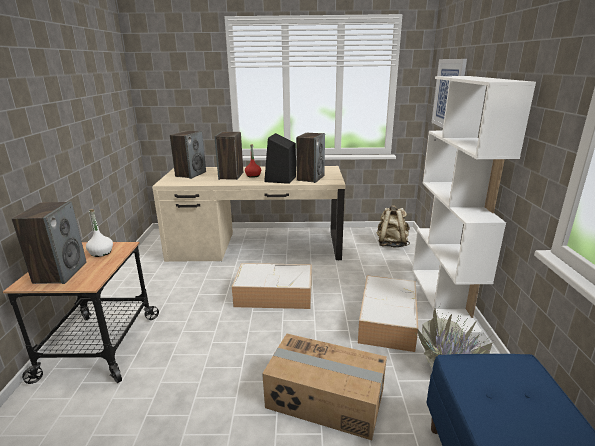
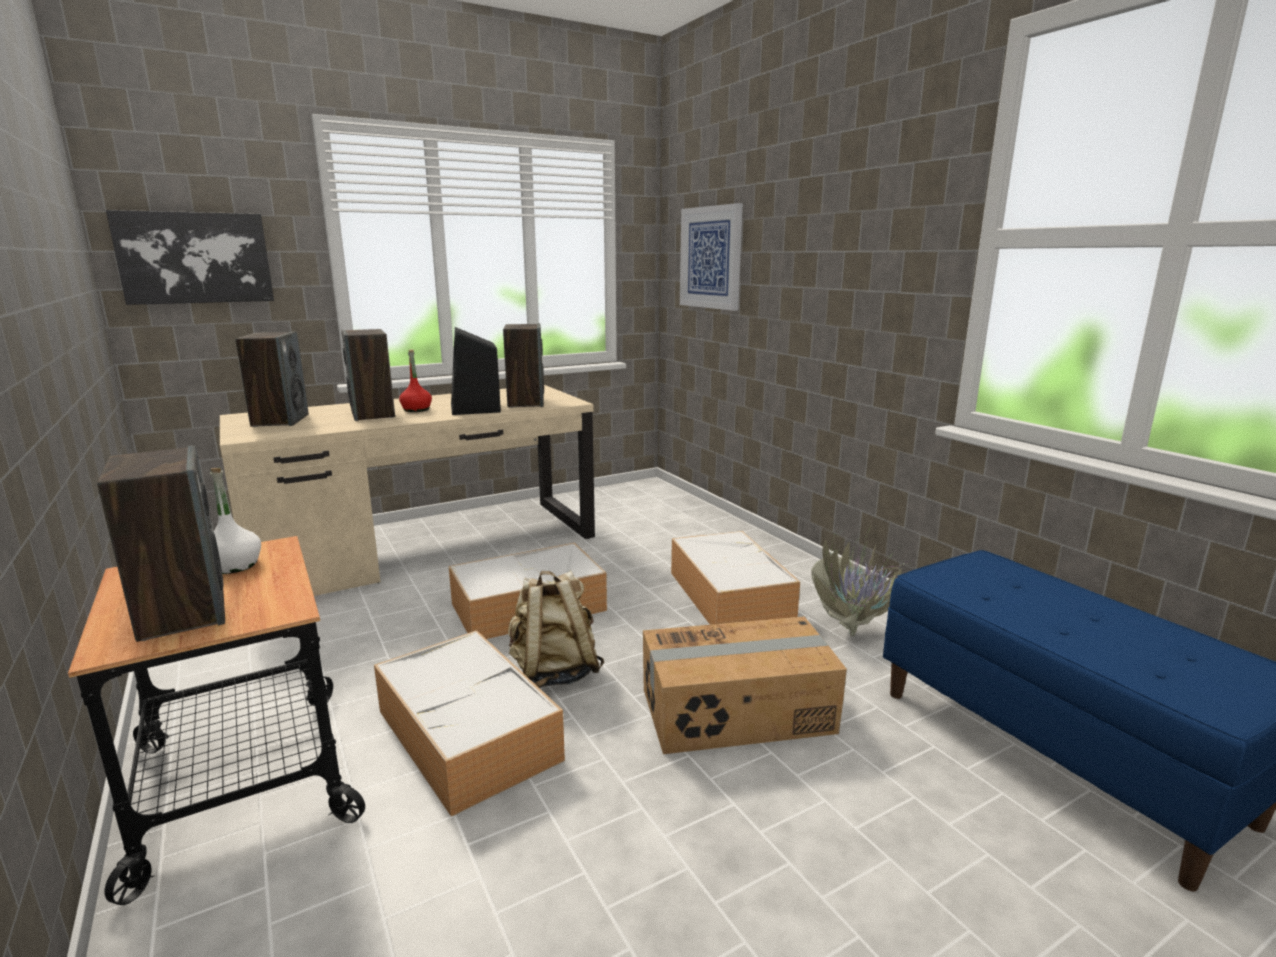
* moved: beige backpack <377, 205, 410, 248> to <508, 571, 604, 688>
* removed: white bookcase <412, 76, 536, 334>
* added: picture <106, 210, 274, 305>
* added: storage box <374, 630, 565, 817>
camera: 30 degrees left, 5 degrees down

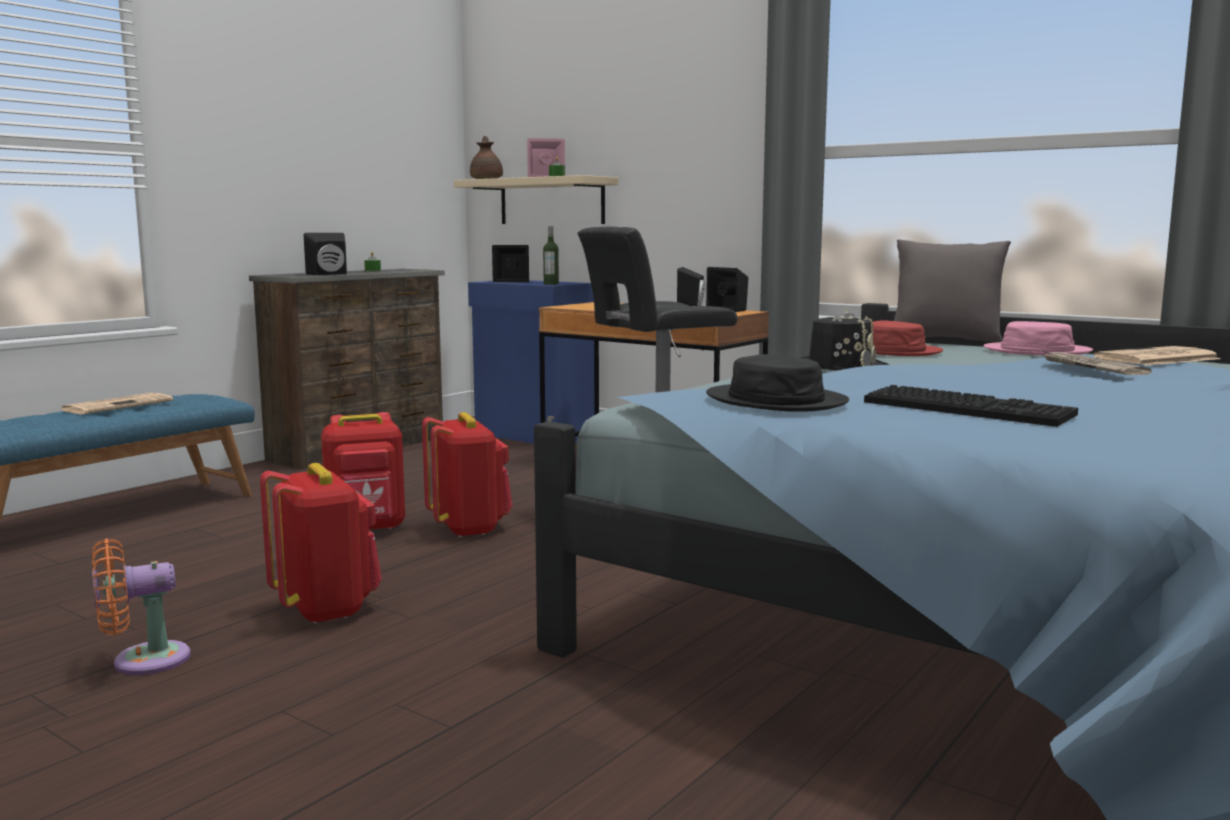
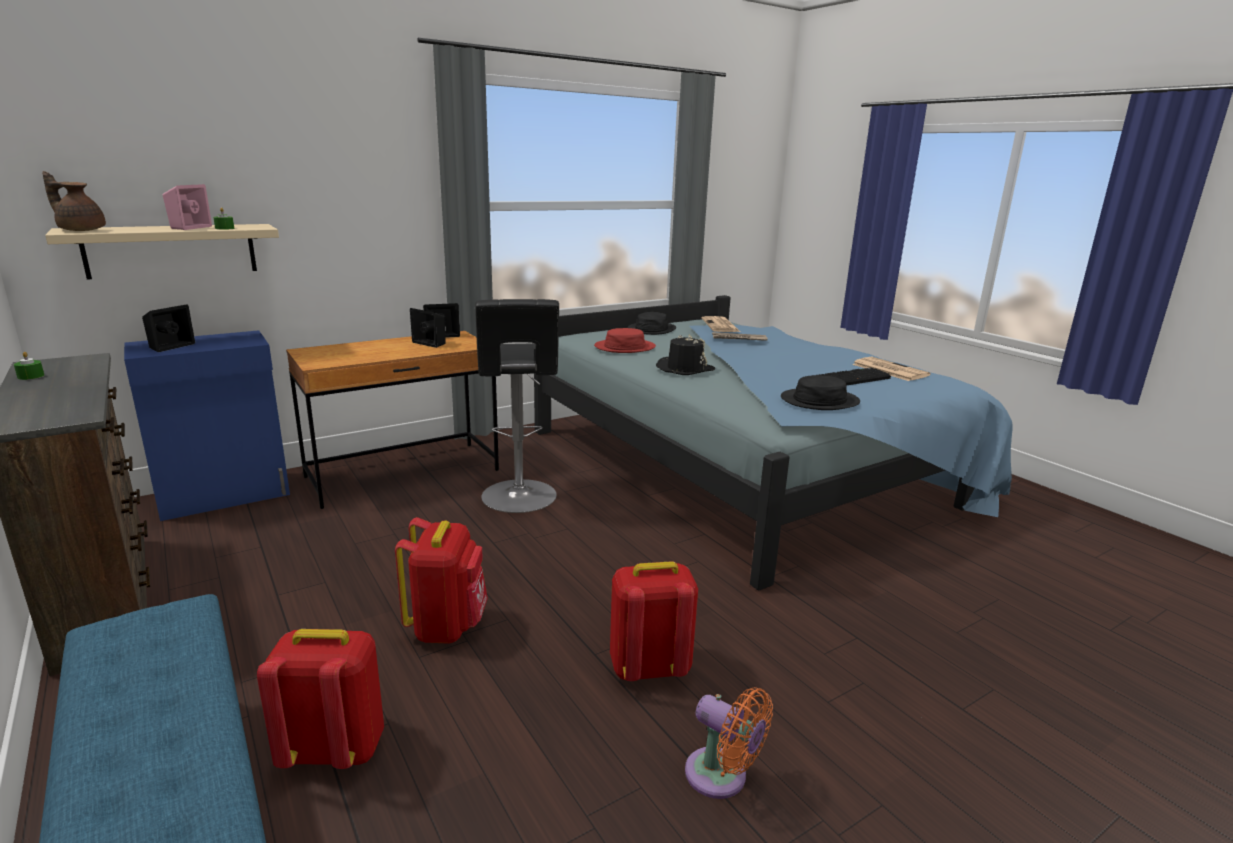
* moved: newspaper <61, 393, 173, 415> to <852, 357, 931, 381>
* turned: orange fan <92, 538, 191, 675> = <685, 687, 773, 799> 45 degrees counterclockwise
* removed: black speaker <304, 233, 347, 275>
* moved: red backpack <422, 412, 513, 538> to <257, 629, 384, 769>
* removed: bottle <543, 226, 559, 285>
* removed: grey pillow <894, 240, 1011, 343>
* recoloured: pink hat <983, 321, 1093, 355> to black hat <627, 312, 676, 335>
camera: 70 degrees left, 10 degrees up

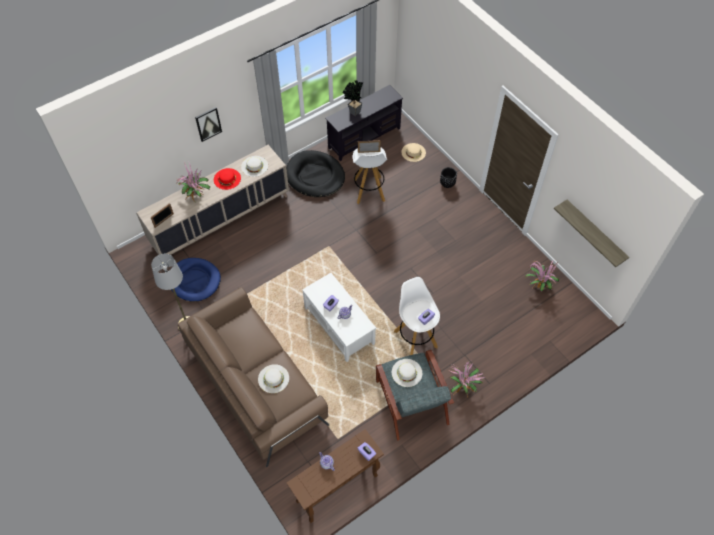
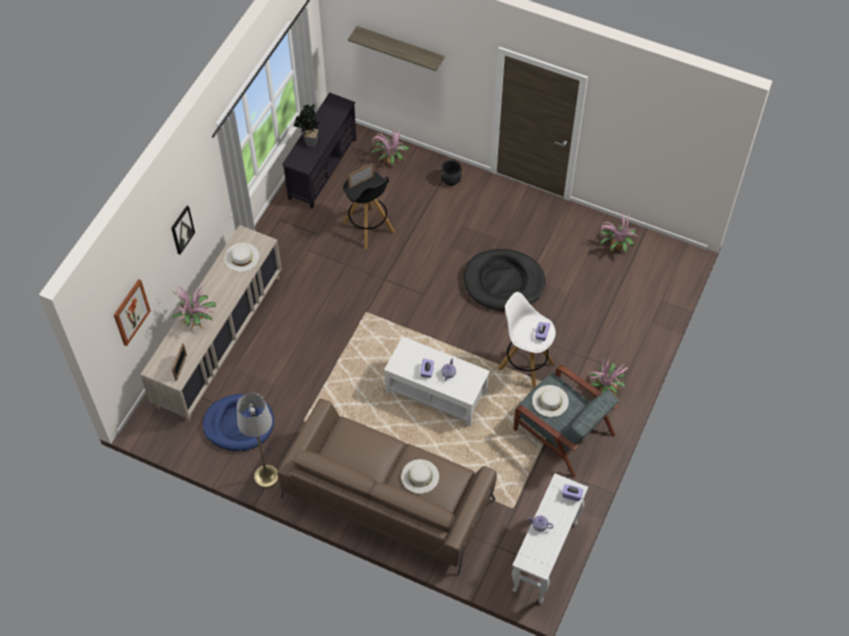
* removed: red hat <214, 168, 241, 190>
* moved: black dog bed <286, 150, 345, 197> to <463, 249, 545, 311>
* recoloured: brown console table <287, 429, 384, 523> to white console table <512, 473, 588, 604>
* recoloured: white stool <353, 148, 387, 204> to black stool <343, 172, 395, 249>
* replaced: beige hat <401, 143, 426, 162> to potted plant <371, 126, 409, 165>
* moved: shelf <554, 200, 629, 267> to <348, 26, 445, 71>
* added: picture <114, 279, 151, 346>
camera: 30 degrees left, 0 degrees up

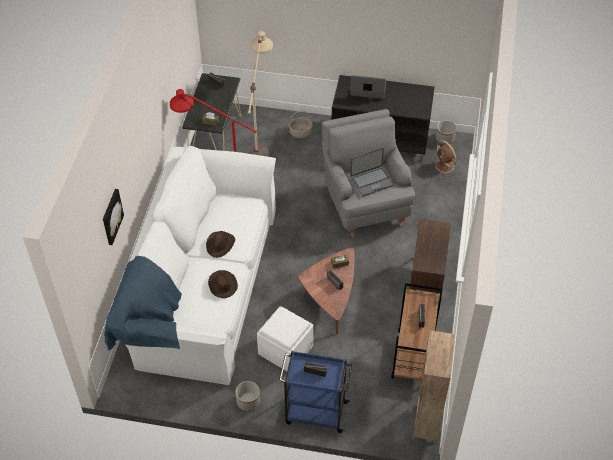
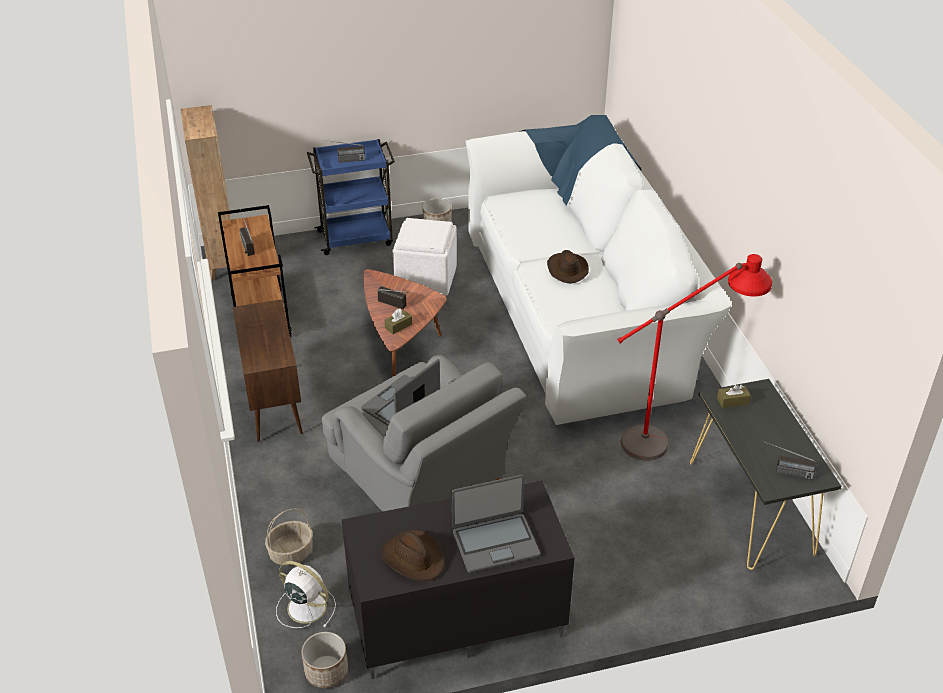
* removed: picture <103, 189, 124, 245>
* moved: brown hat <208, 270, 238, 298> to <381, 530, 444, 581>
* removed: beige floor lamp <245, 31, 273, 157>
* moved: basket <289, 110, 313, 138> to <265, 508, 313, 566>
* recoloured: brown fan <431, 140, 460, 177> to white fan <276, 561, 336, 628>
camera: 155 degrees right, 10 degrees down

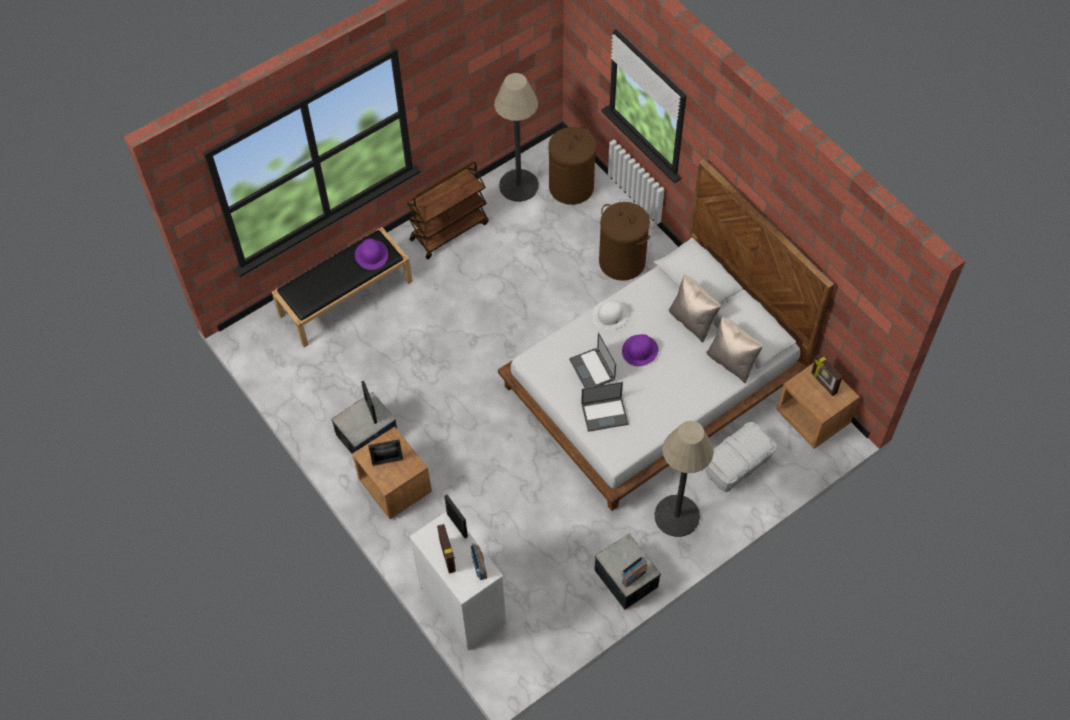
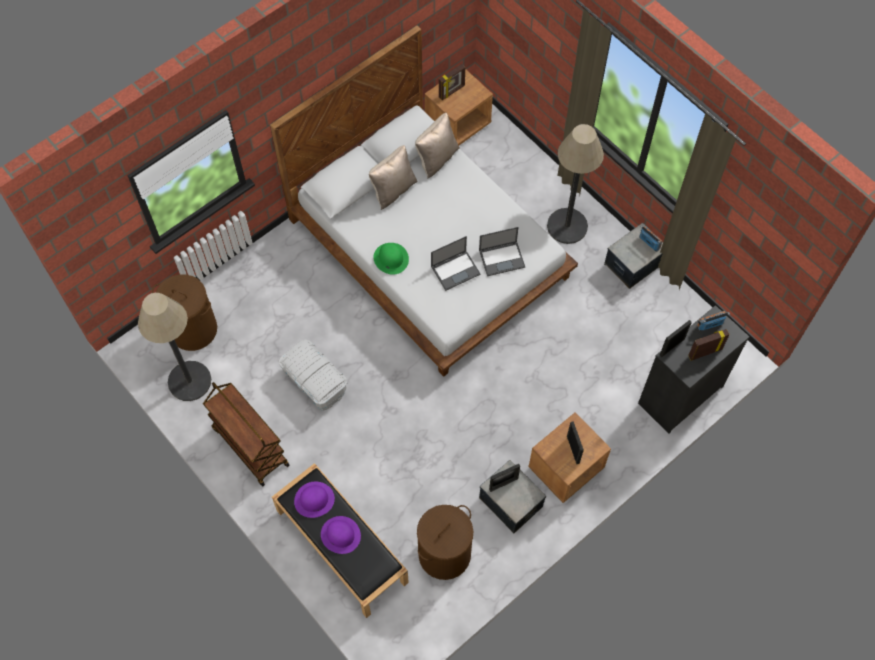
* recoloured: white dresser <409, 512, 506, 650> to black dresser <638, 305, 749, 434>
* turned: laptop <581, 382, 629, 432> = <479, 227, 525, 276> 90 degrees clockwise
* recoloured: white hat <592, 300, 629, 330> to green hat <373, 243, 409, 275>
* moved: brown laundry basket <599, 202, 650, 281> to <417, 505, 473, 580>
* moved: purple hat <622, 334, 658, 366> to <321, 516, 361, 554>
* moved: white storage box <705, 422, 777, 492> to <279, 339, 347, 411>
camera: 95 degrees left, 5 degrees up

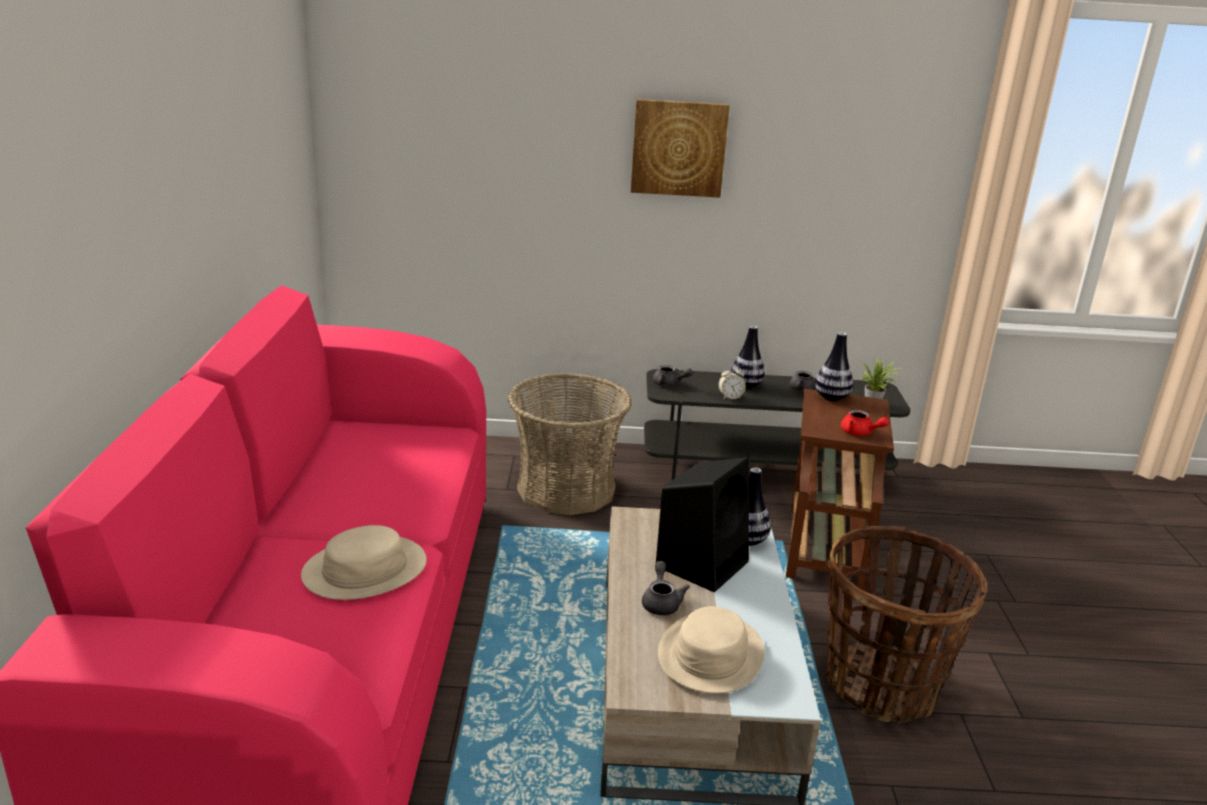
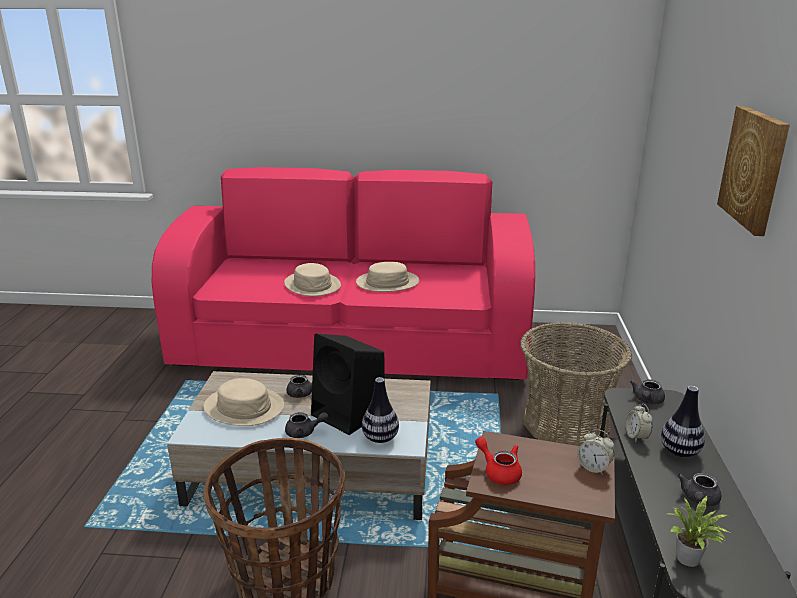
* replaced: vase <815, 332, 853, 401> to alarm clock <577, 429, 614, 475>
* turned: red teapot <841, 410, 889, 436> = <475, 437, 522, 485> 90 degrees clockwise
* added: grey teapot <285, 412, 329, 438>
* added: beige hat <356, 262, 419, 292>
camera: 95 degrees right, 0 degrees up

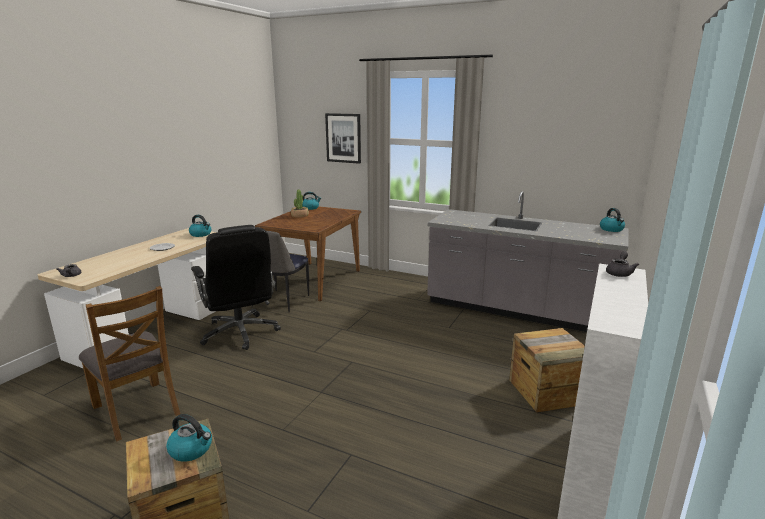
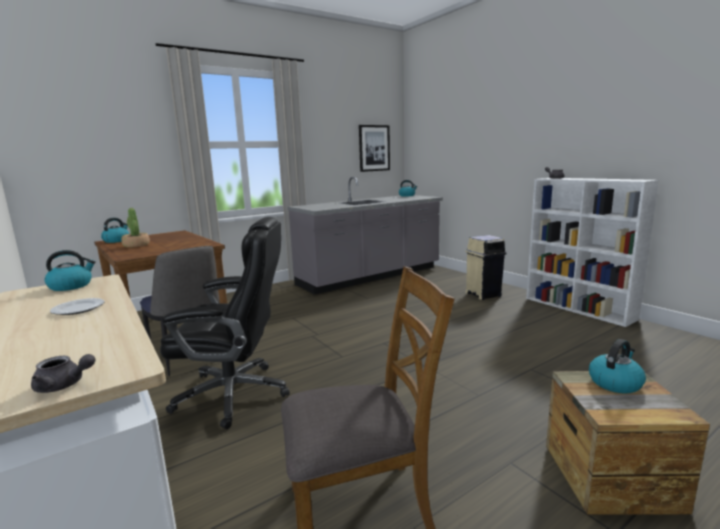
* moved: picture <325, 113, 361, 164> to <359, 125, 390, 172>
* replaced: crate <509, 328, 585, 413> to beige trash can <465, 235, 507, 300>
camera: 60 degrees left, 5 degrees down

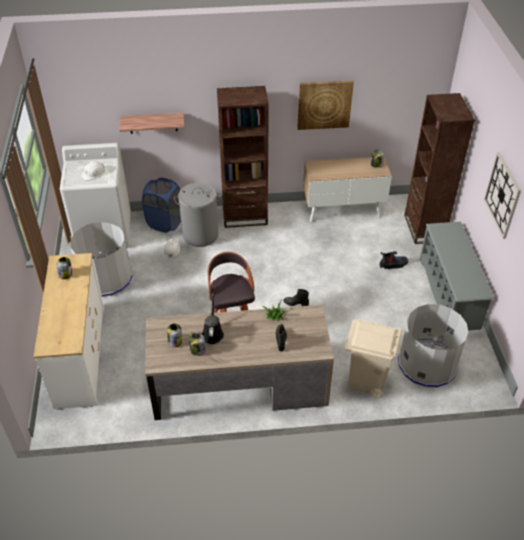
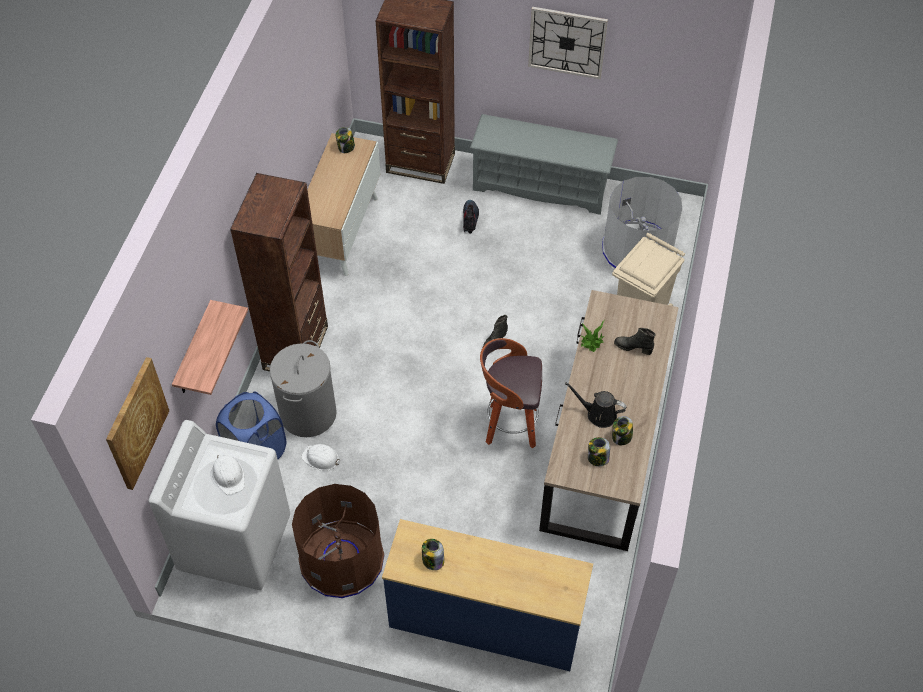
* recoloured: white dresser <34, 253, 104, 409> to blue dresser <382, 519, 593, 671>
* recoloured: grey trash can <70, 222, 132, 297> to brown trash can <292, 484, 385, 598>
* moved: picture <297, 81, 354, 130> to <106, 357, 169, 490>
camera: 70 degrees left, 10 degrees up

